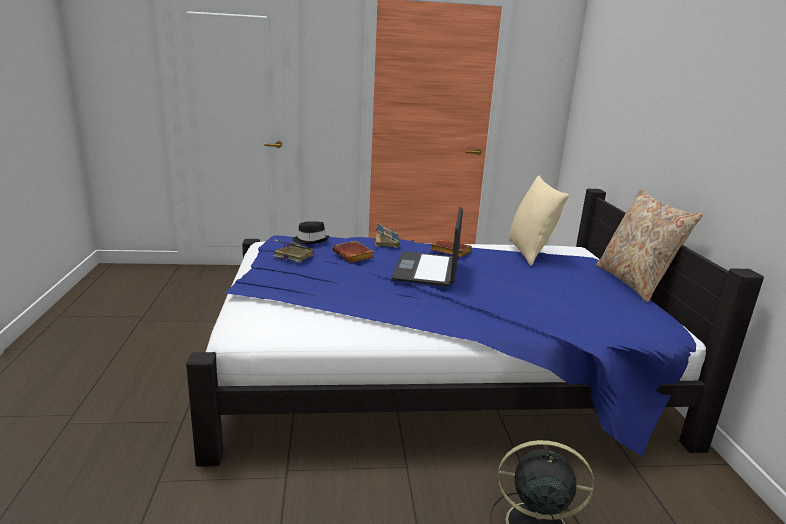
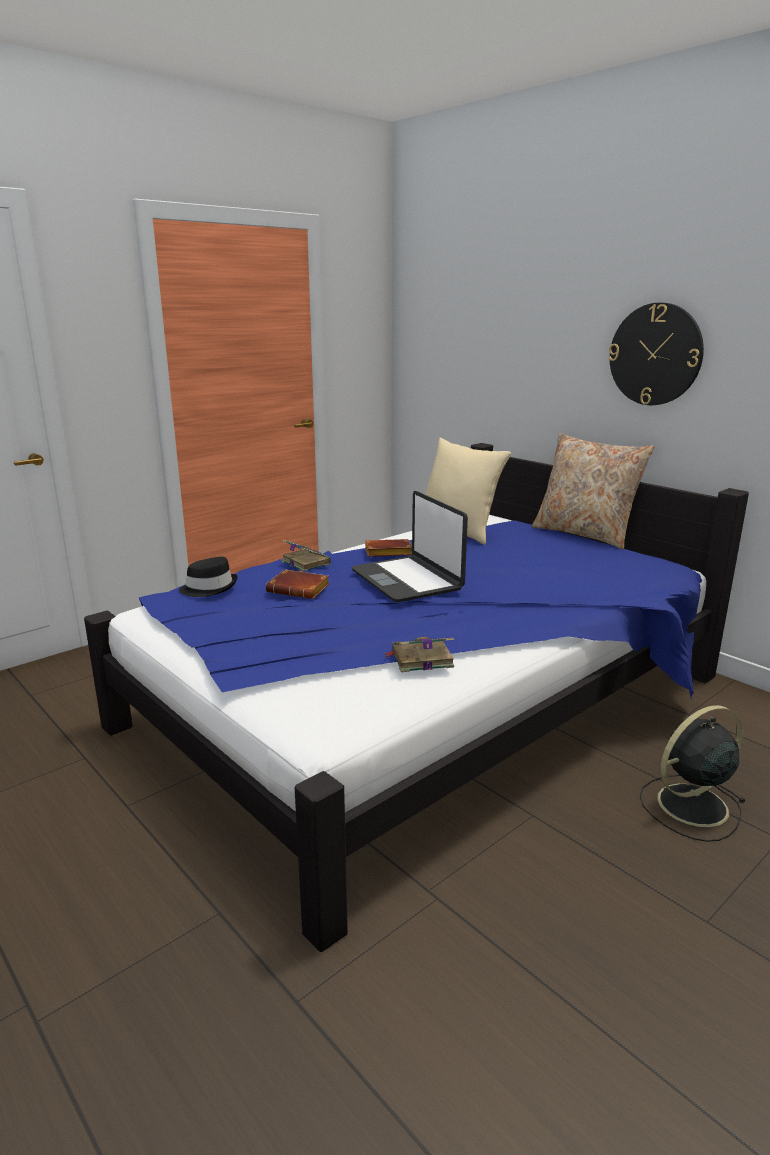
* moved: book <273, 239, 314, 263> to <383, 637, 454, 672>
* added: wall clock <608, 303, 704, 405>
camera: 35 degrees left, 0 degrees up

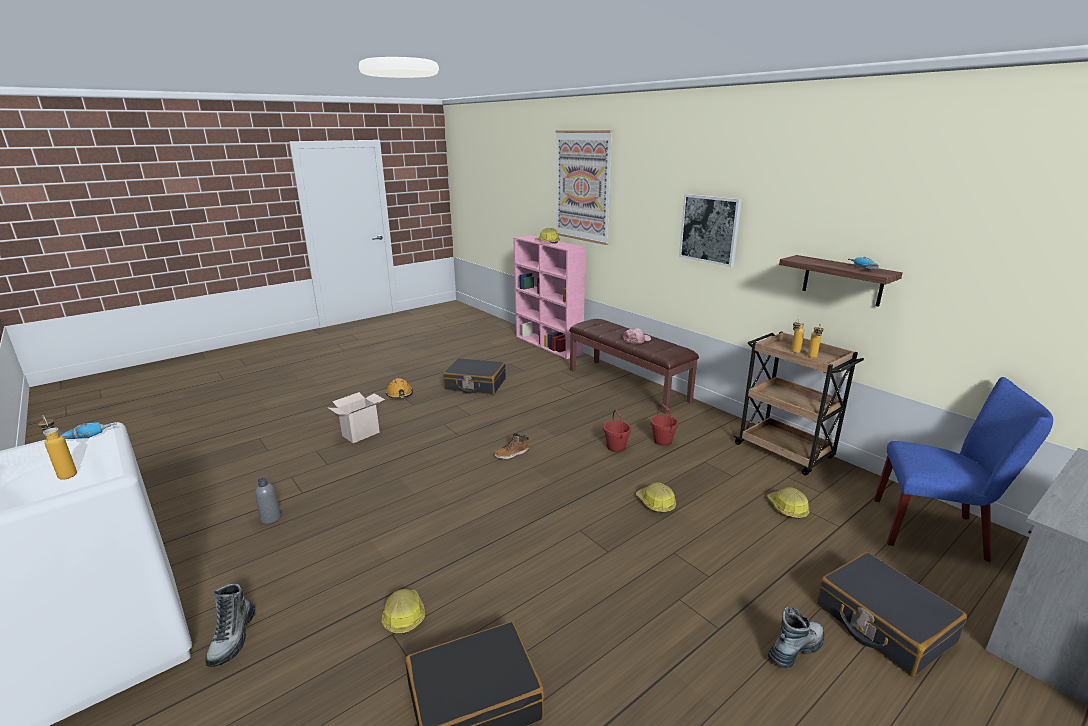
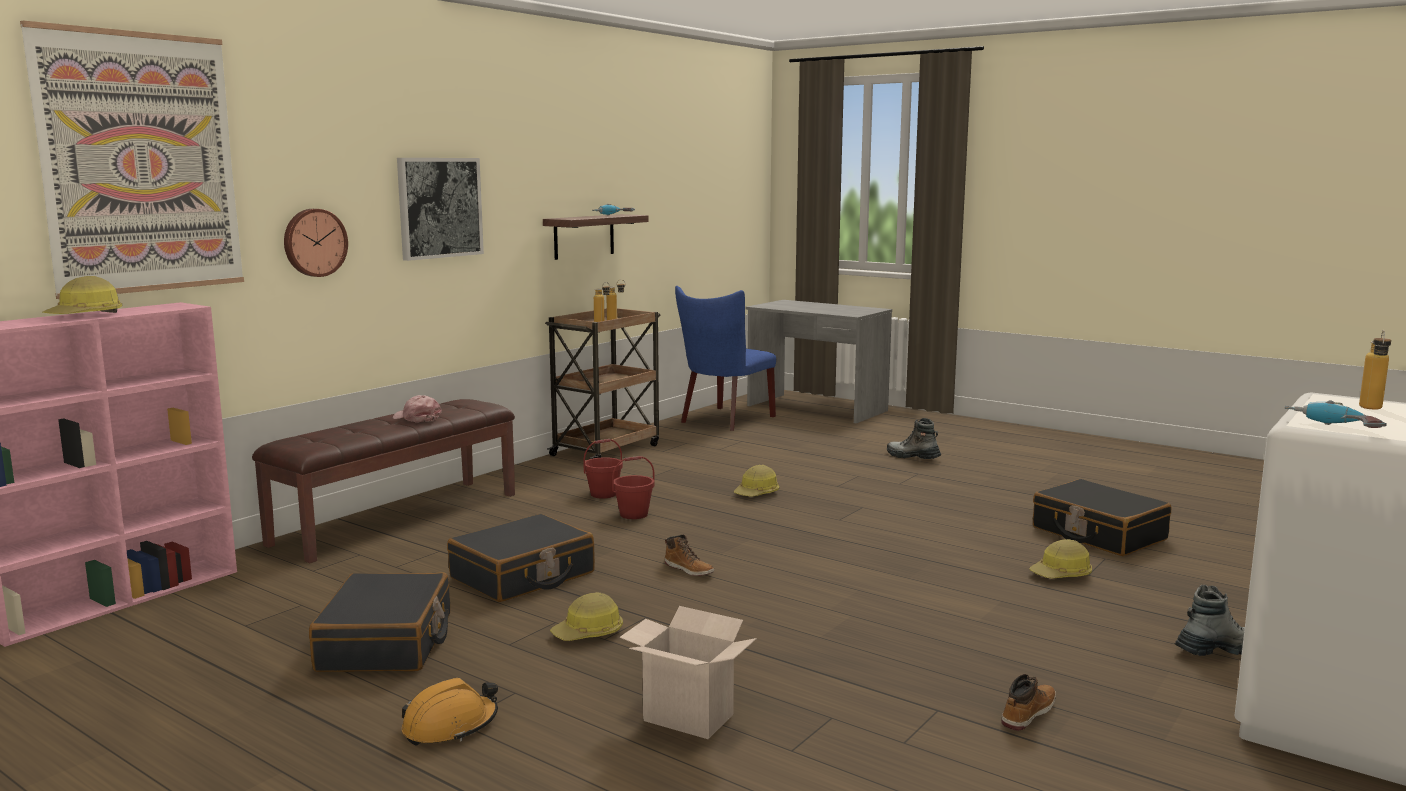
* replaced: grey bottle <255, 478, 281, 524> to boot <1001, 674, 1056, 731>
* moved: hard hat <767, 487, 810, 519> to <550, 592, 623, 641>
* moved: black suitcase <817, 552, 967, 677> to <447, 514, 595, 602>
* turned: blue chair <874, 377, 1053, 562> = <675, 286, 776, 431> 150 degrees counterclockwise
* added: wall clock <284, 209, 348, 277>
camera: 105 degrees left, 10 degrees down

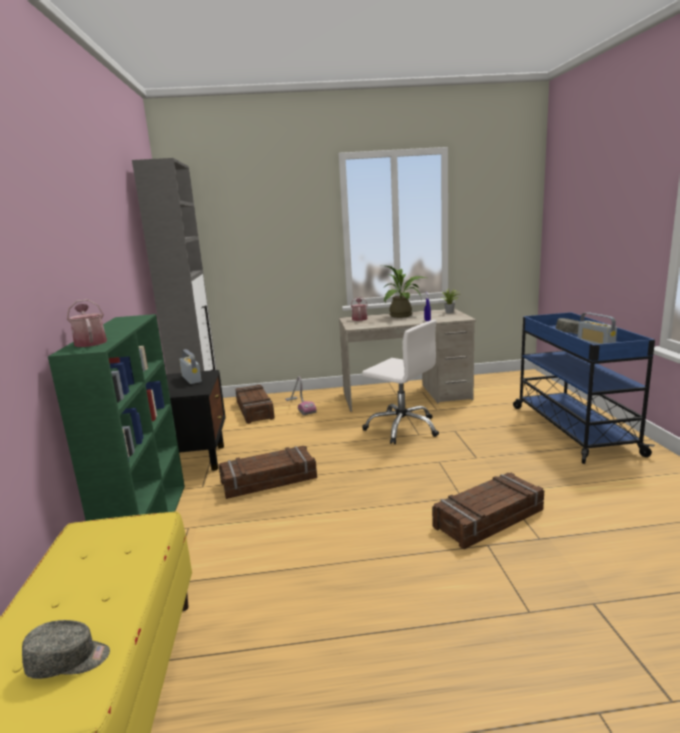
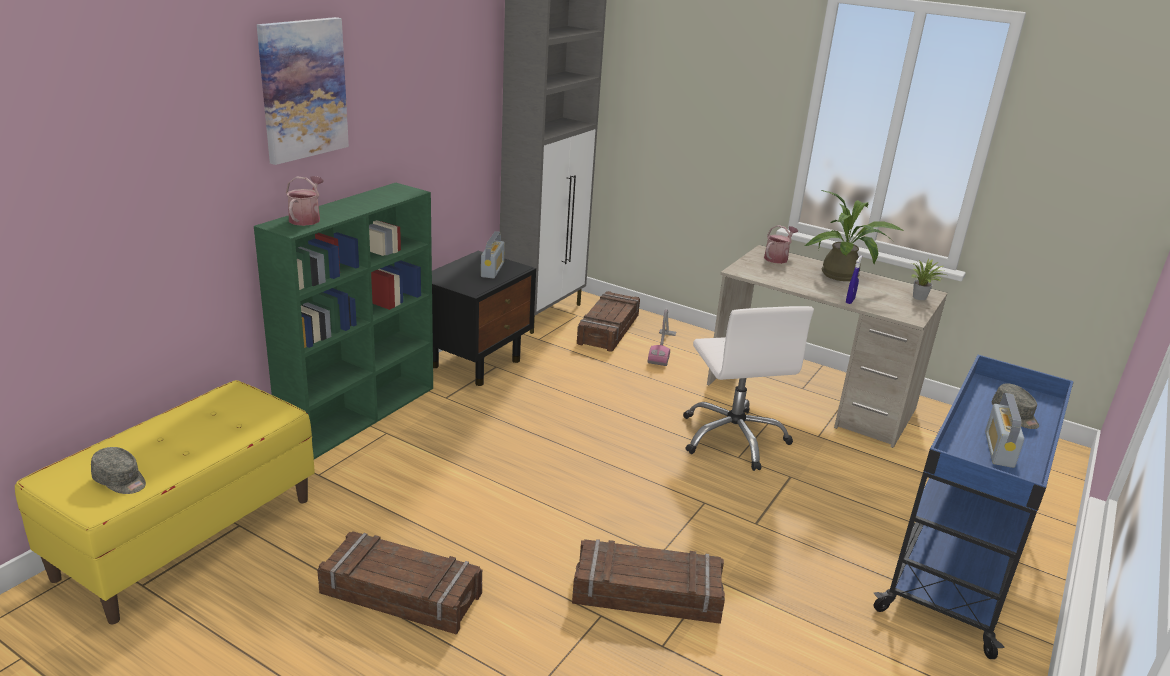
* moved: crate <218, 446, 317, 499> to <317, 532, 482, 634>
* added: picture <257, 17, 349, 165>
camera: 35 degrees right, 10 degrees up

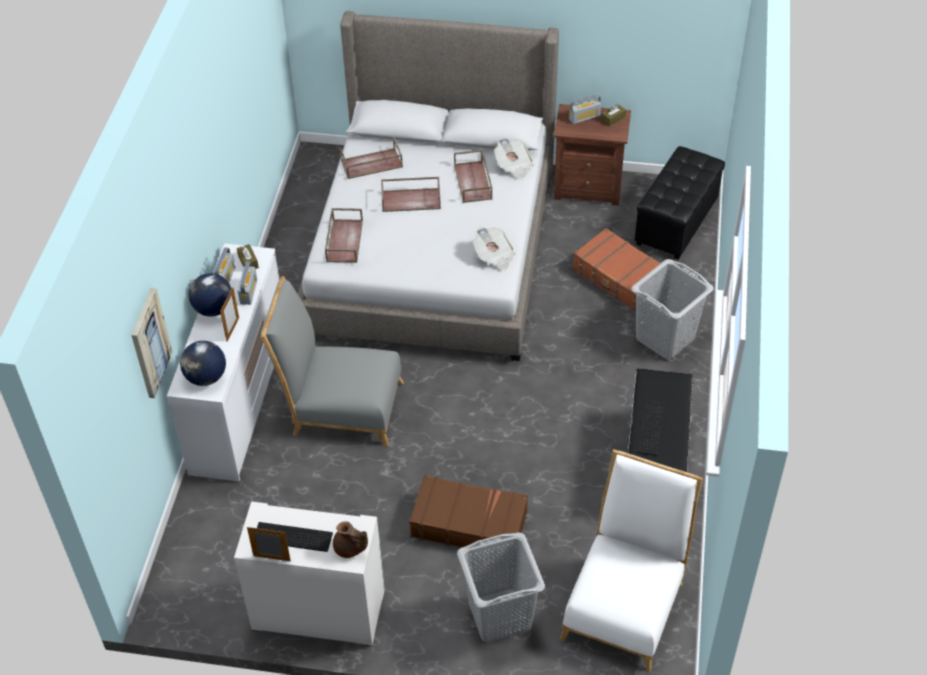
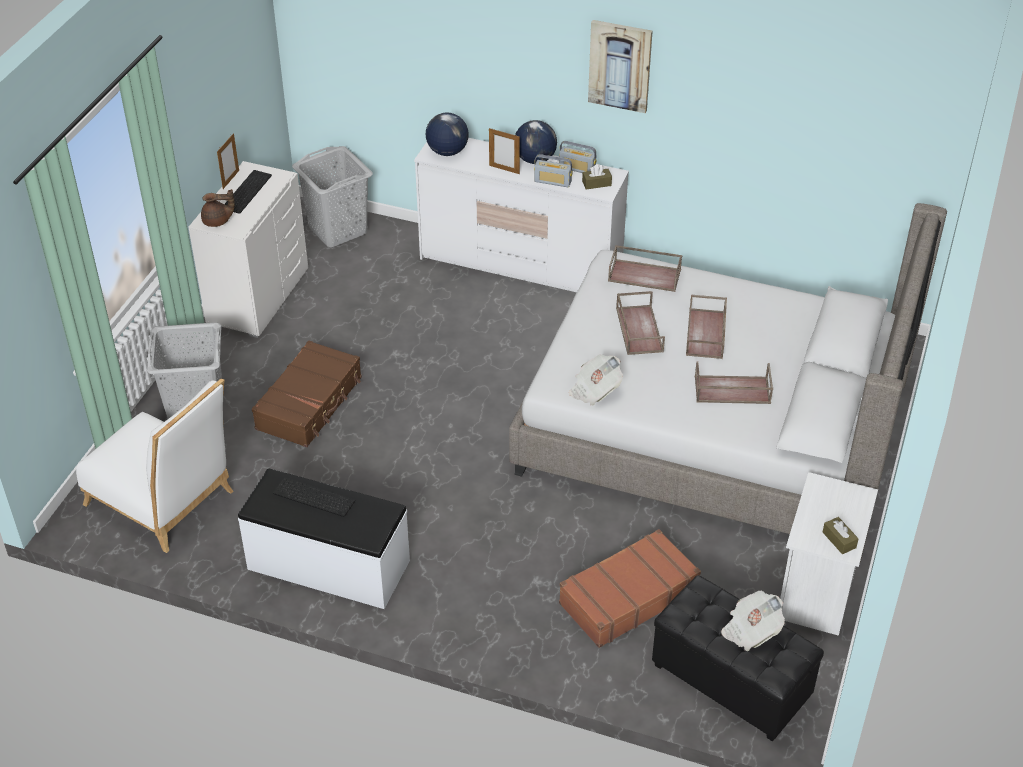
* moved: picture <131, 288, 173, 398> to <588, 20, 653, 113>
* removed: grey chair <261, 276, 404, 446>
* turned: brown teapot <333, 521, 368, 558> = <201, 189, 235, 227> 135 degrees counterclockwise
* moved: brown tray <340, 137, 403, 179> to <616, 291, 665, 355>
* moved: newspaper <494, 137, 534, 179> to <721, 591, 785, 651>
* recoloured: brown nightstand <554, 104, 631, 206> to white nightstand <780, 472, 878, 636>
* removed: radio <569, 94, 601, 124>
* moved: grey laundry basket <631, 259, 714, 360> to <292, 146, 373, 247>
camera: 100 degrees right, 5 degrees down

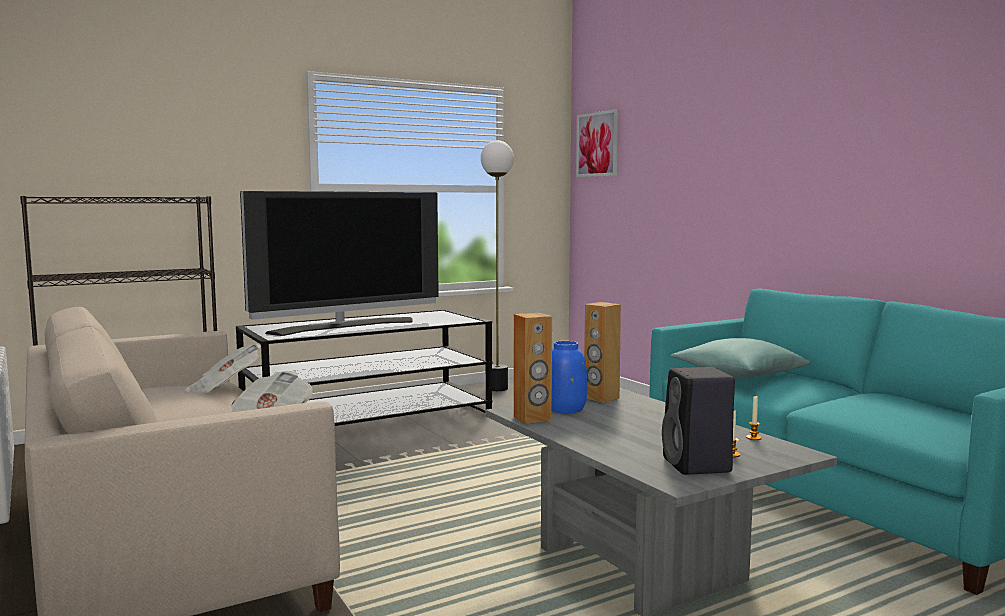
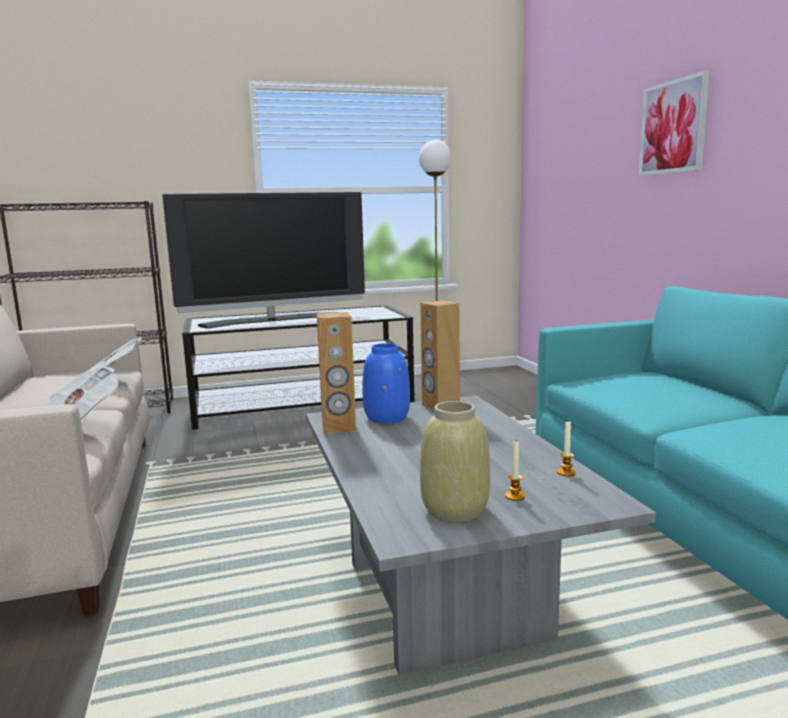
* moved: picture <576, 109, 618, 177> to <639, 71, 710, 176>
* replaced: black speaker <662, 367, 735, 475> to beige vase <420, 401, 490, 522>
* removed: turquoise pillow <671, 338, 811, 378>
camera: 15 degrees right, 5 degrees up

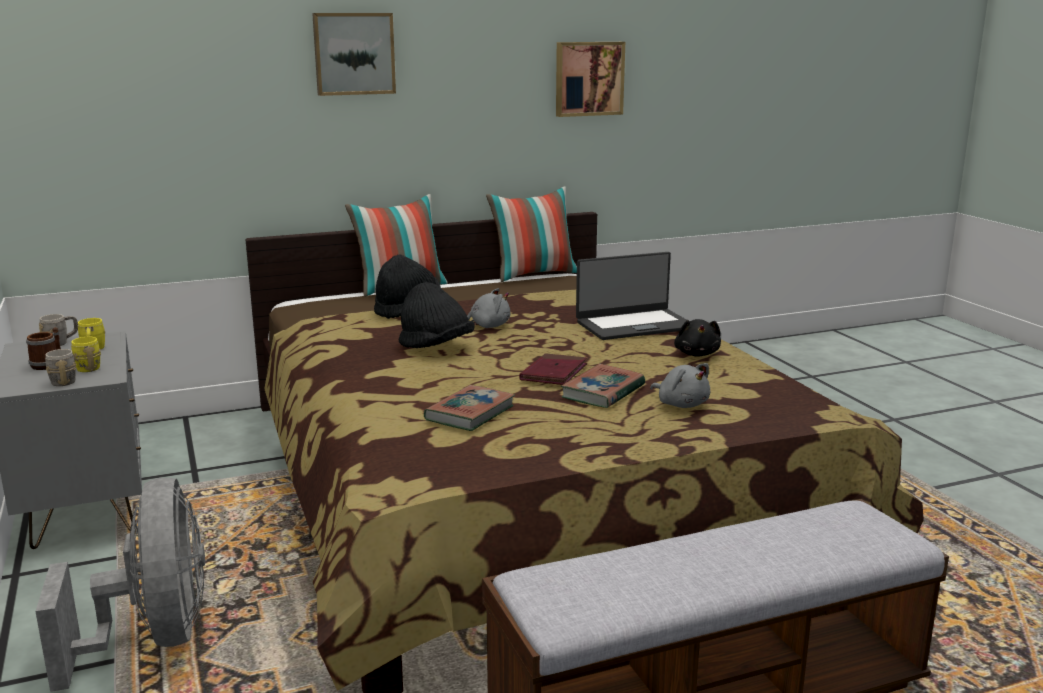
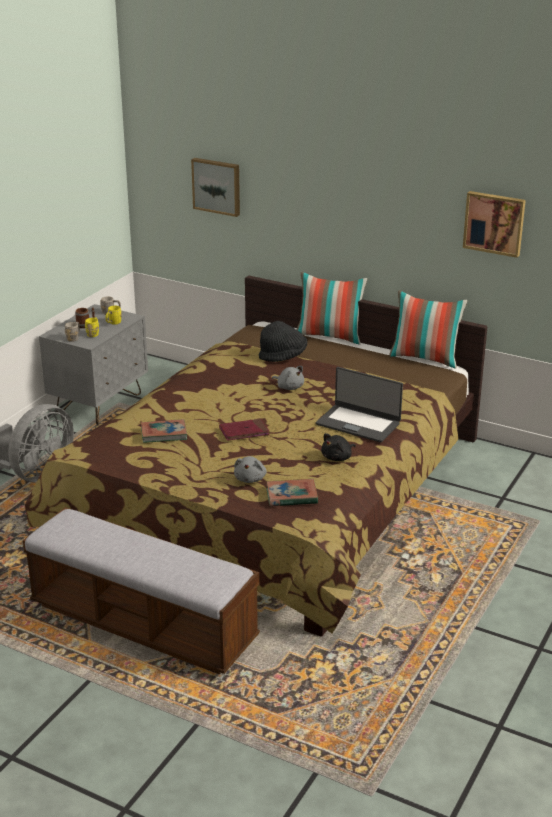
* moved: picture <312, 13, 396, 96> to <191, 158, 240, 217>
* removed: black hat <398, 282, 475, 348>
* moved: book <561, 364, 645, 408> to <267, 479, 318, 506>
camera: 50 degrees right, 10 degrees up

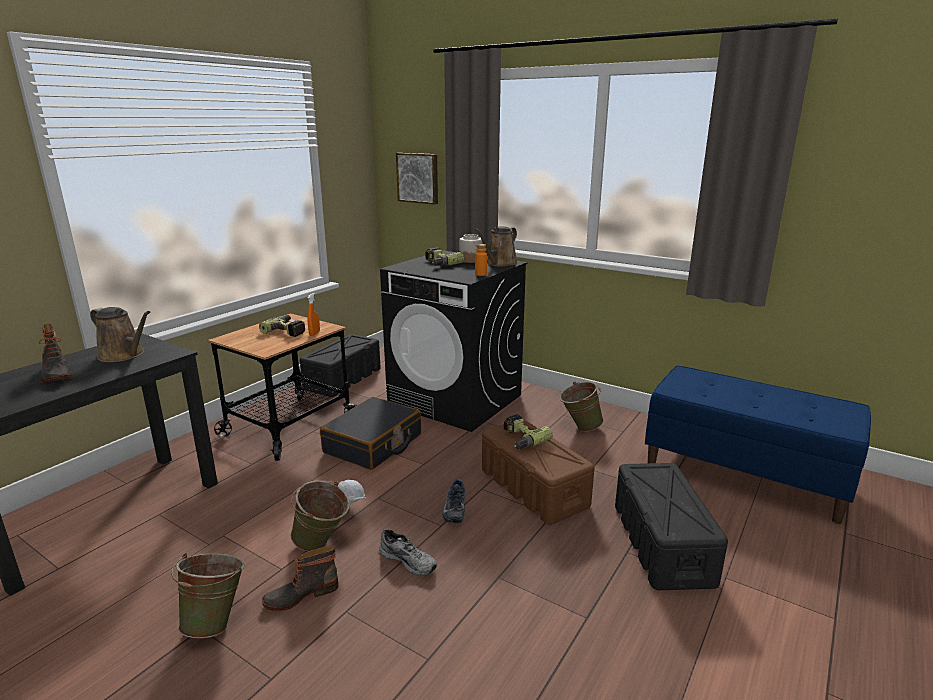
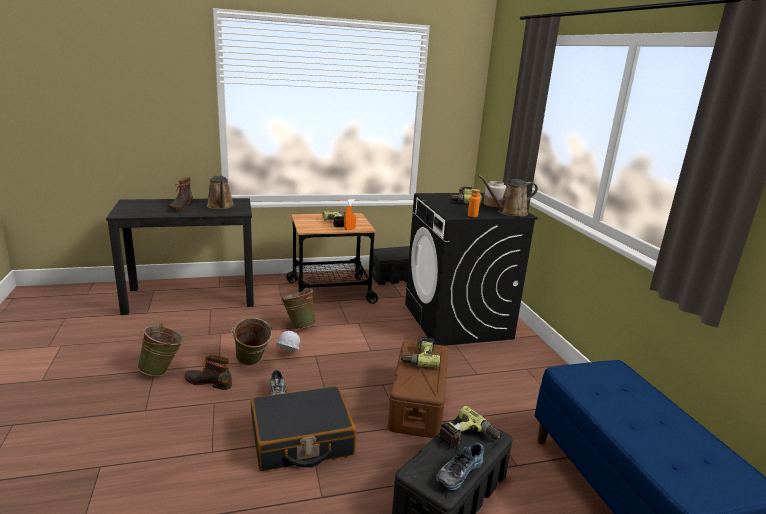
* moved: black suitcase <320, 397, 421, 470> to <251, 386, 356, 471>
* removed: picture <396, 153, 438, 205>
* moved: shoe <442, 479, 465, 523> to <436, 443, 484, 491>
* moved: green bucket <560, 381, 604, 432> to <281, 288, 316, 329>
* added: power drill <439, 406, 500, 447>
camera: 40 degrees right, 0 degrees up

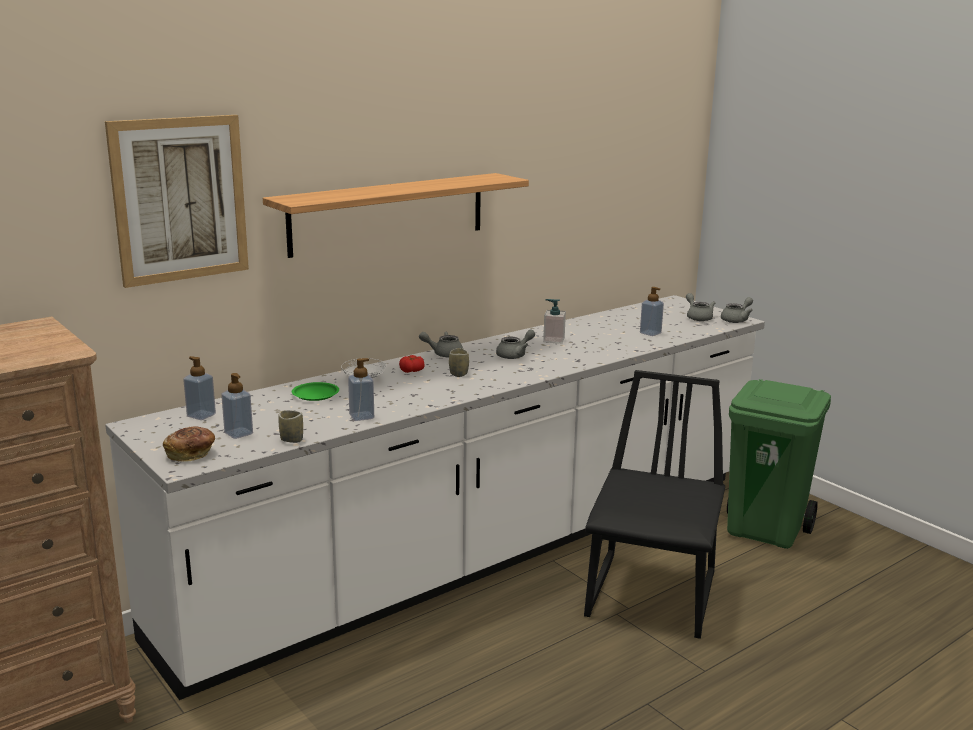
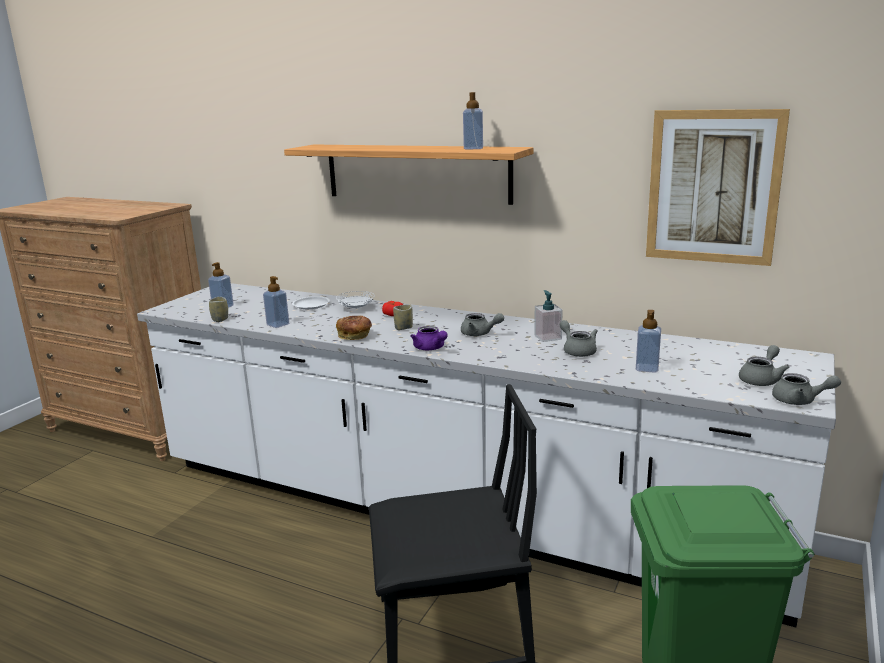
* moved: picture <105, 115, 249, 288> to <646, 109, 790, 266>
* moved: bread <163, 427, 215, 462> to <336, 316, 372, 340>
* moved: soap dispenser <183, 356, 216, 420> to <463, 92, 483, 150>
* recoloured: green plate <292, 382, 339, 401> to white plate <292, 296, 330, 309>
* moved: grey teapot <419, 332, 463, 358> to <560, 320, 598, 357>
* added: purple teapot <410, 326, 448, 350>
camera: 65 degrees right, 0 degrees up

